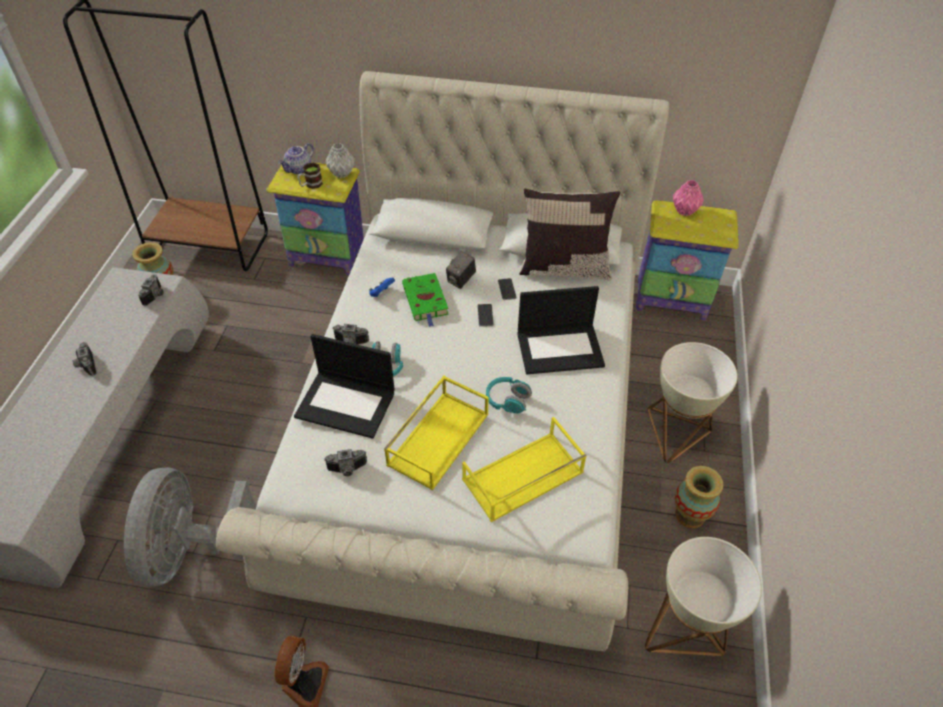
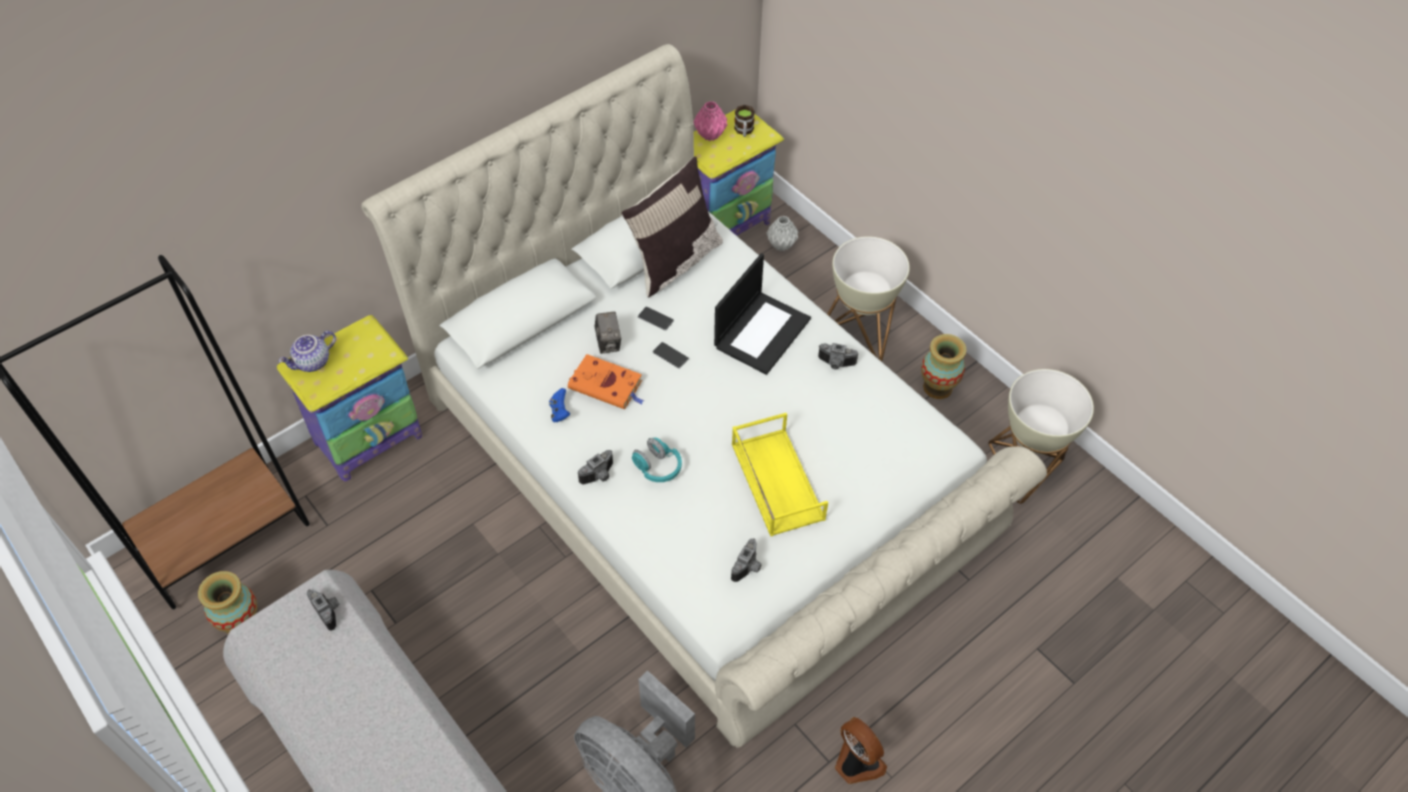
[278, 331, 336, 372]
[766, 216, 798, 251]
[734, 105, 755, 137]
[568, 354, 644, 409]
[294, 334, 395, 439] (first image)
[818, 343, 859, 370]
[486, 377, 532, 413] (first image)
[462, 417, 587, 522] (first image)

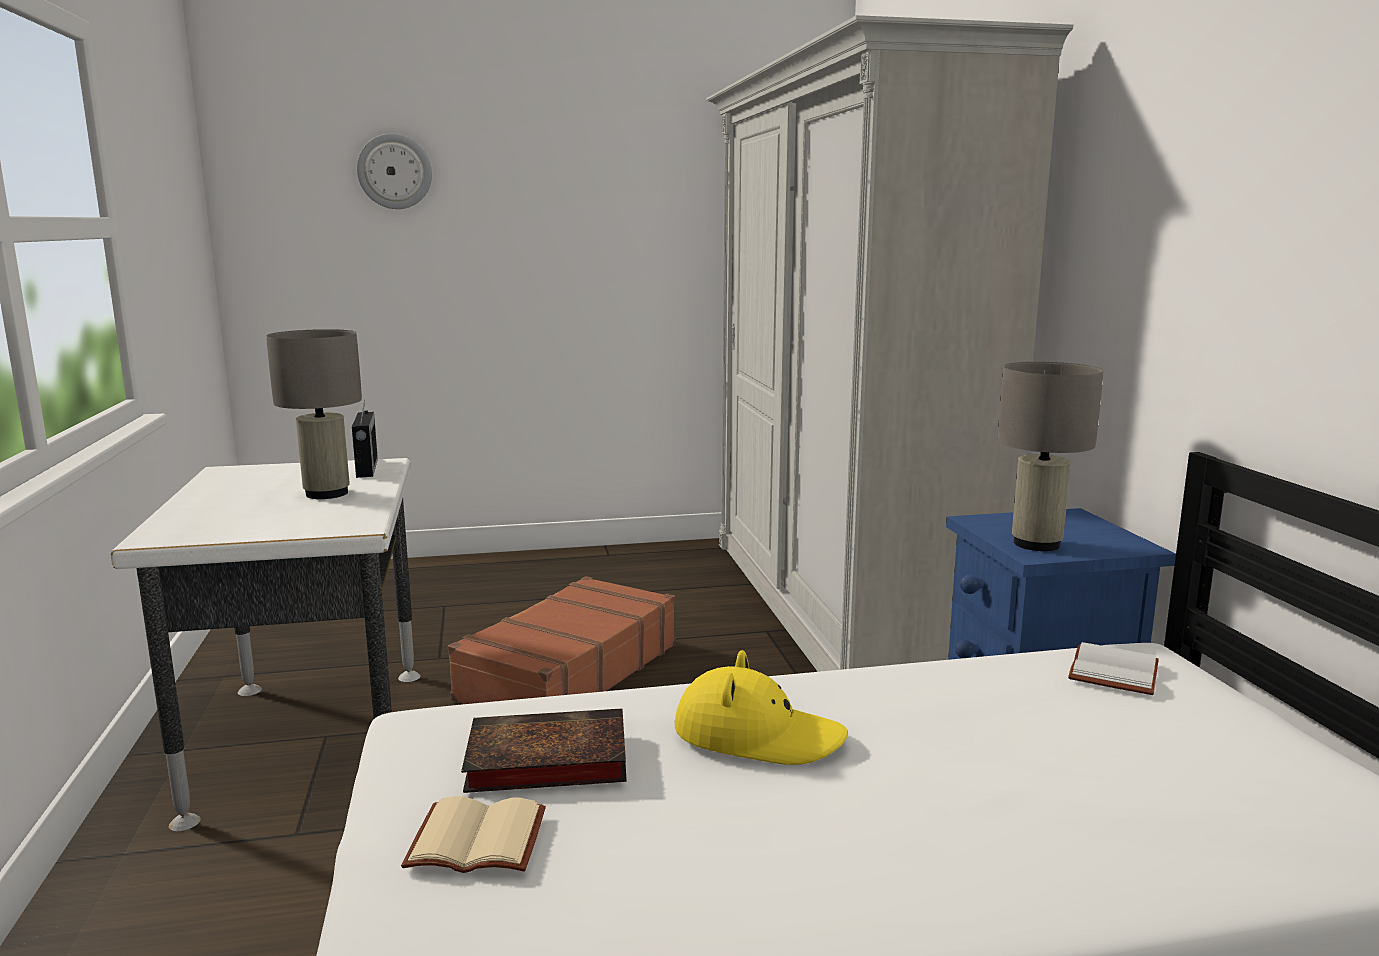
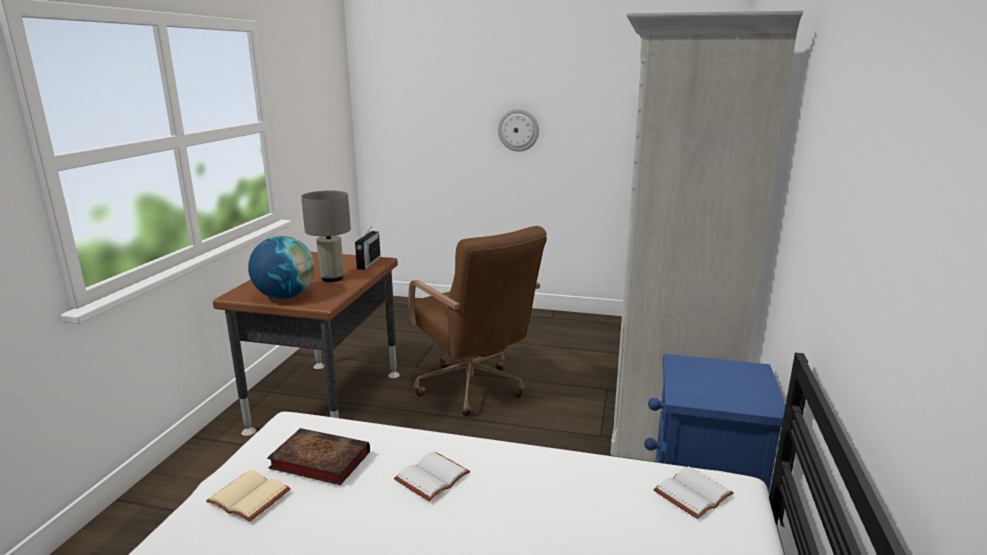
[498, 109, 539, 152]
[998, 362, 1103, 551] (first image)
[213, 252, 400, 436]
[408, 226, 547, 416]
[394, 452, 470, 501]
[248, 236, 315, 299]

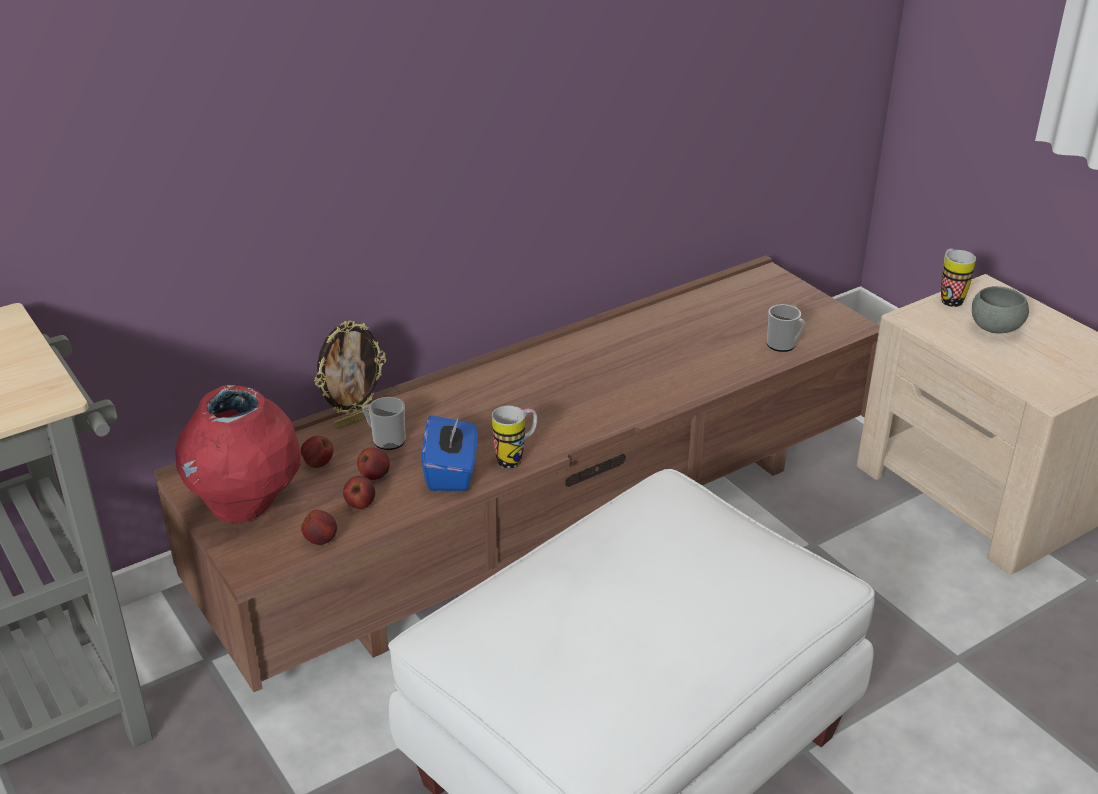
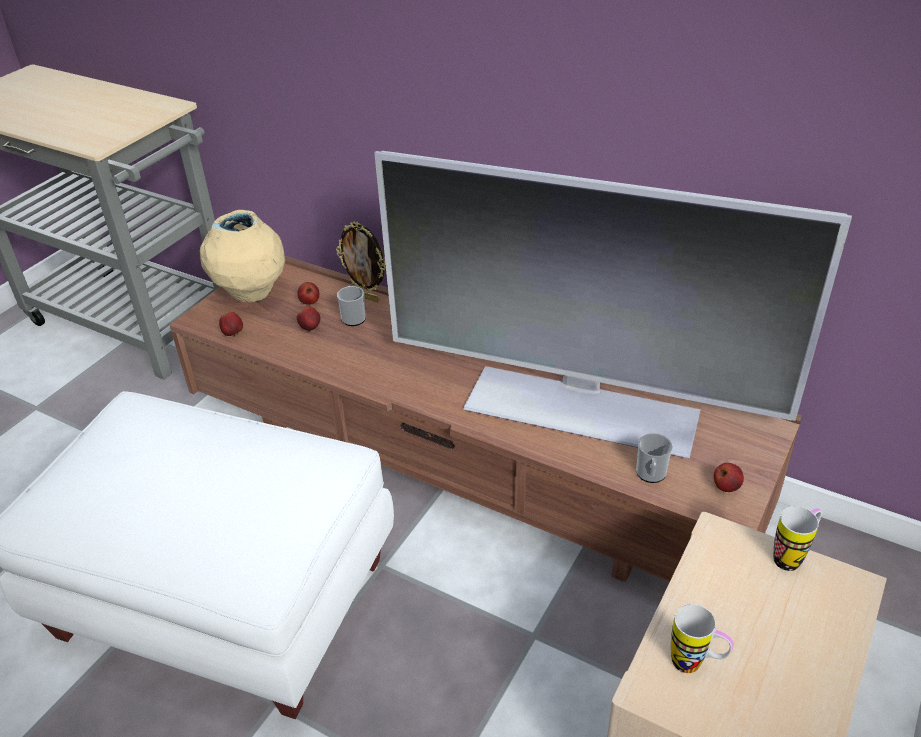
[972, 286, 1029, 333] (first image)
[200, 210, 285, 302]
[671, 604, 733, 673]
[422, 413, 477, 491] (first image)
[714, 463, 744, 492]
[374, 151, 852, 459]

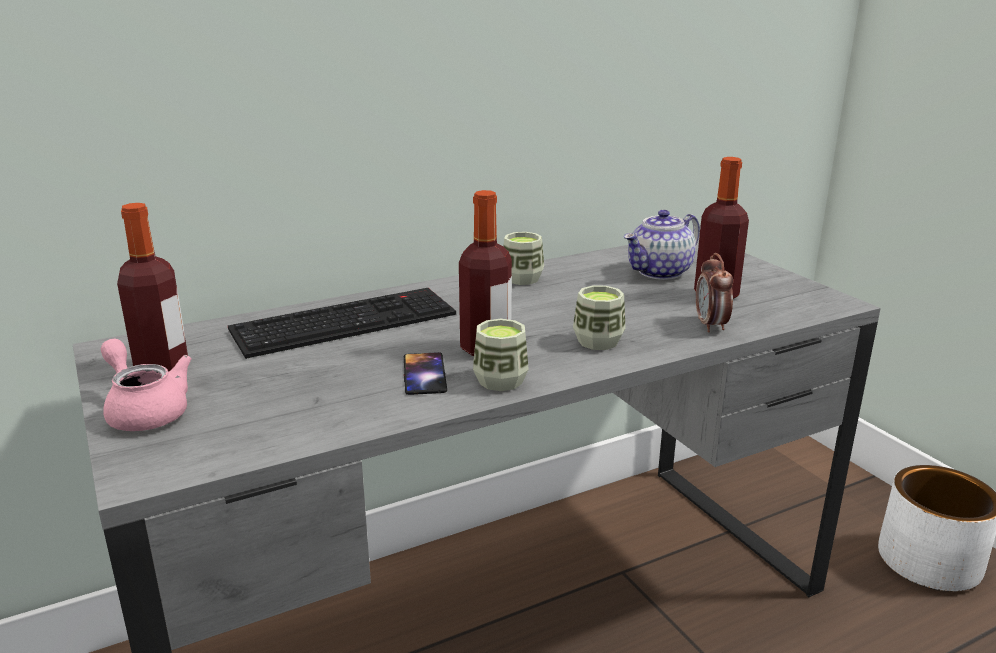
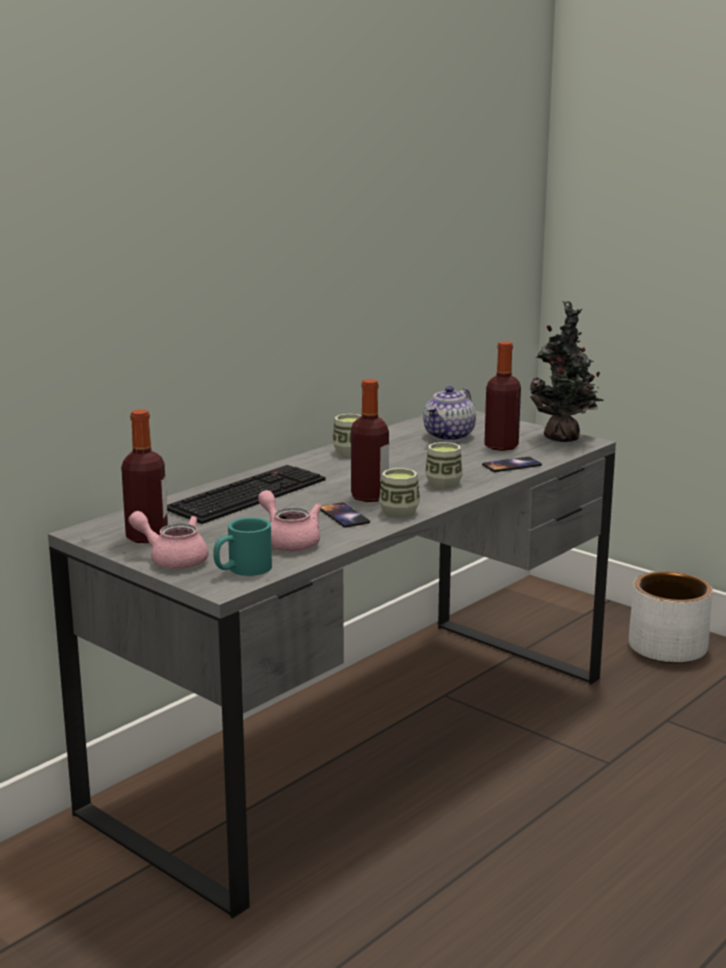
[482, 457, 542, 472]
[529, 300, 603, 442]
[258, 490, 322, 551]
[213, 517, 272, 576]

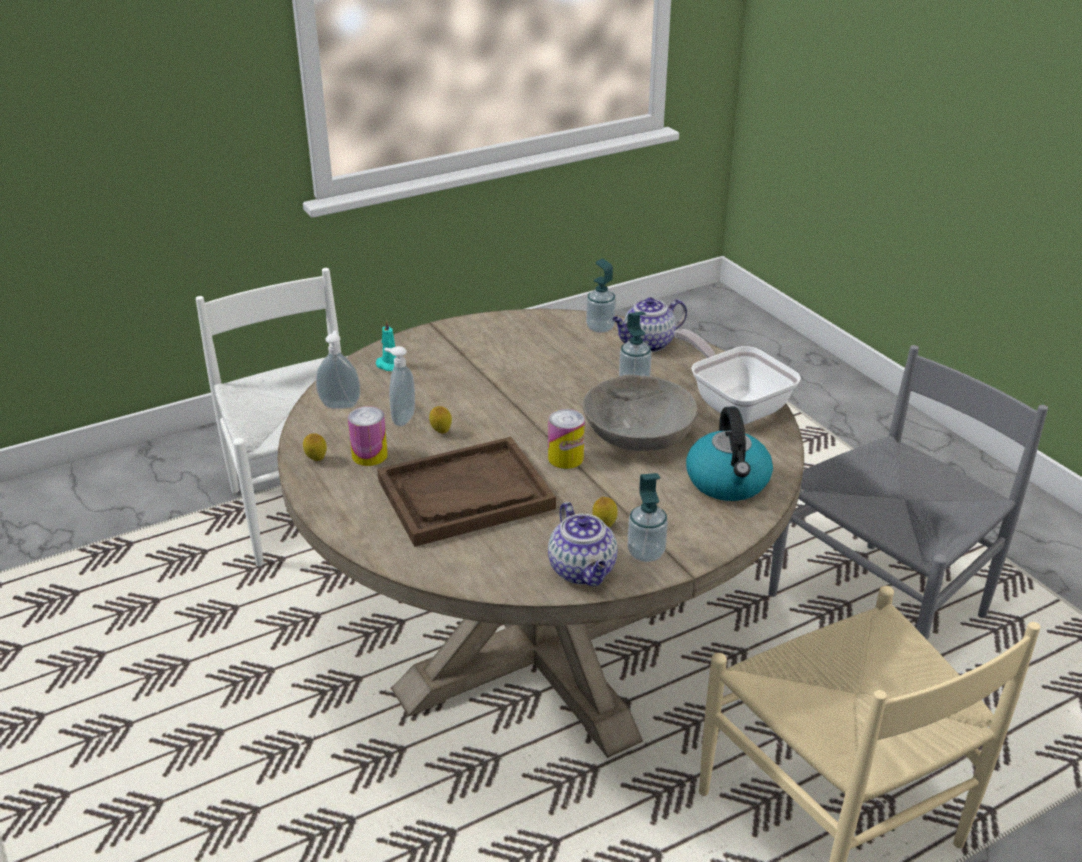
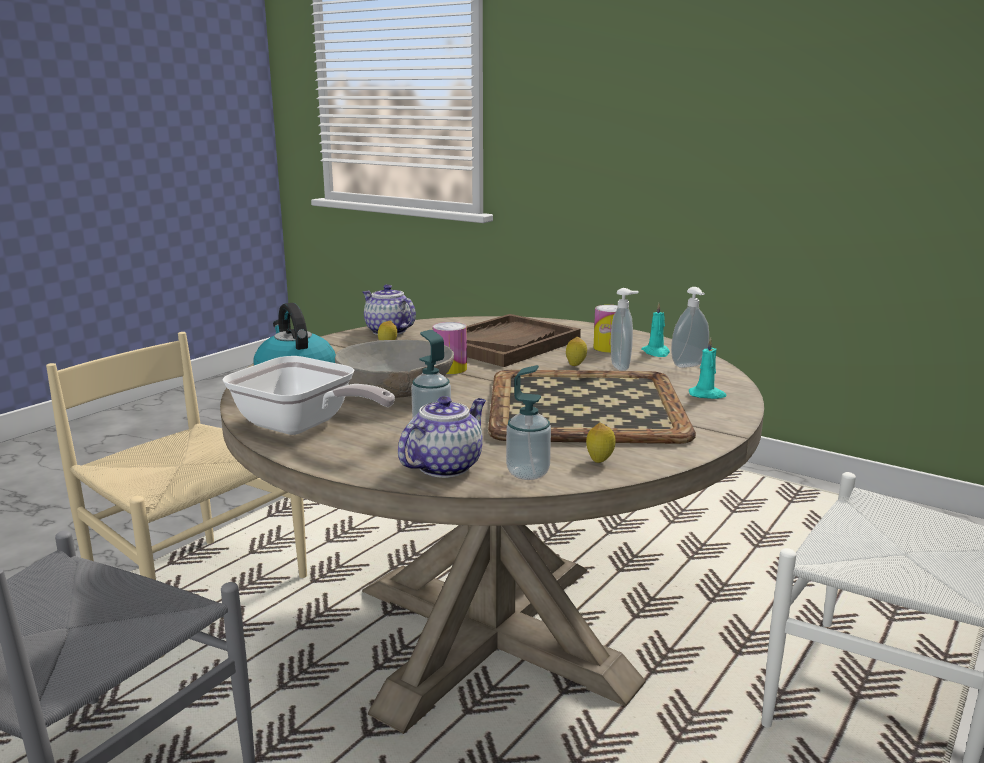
[586, 423, 615, 463]
[628, 473, 668, 562] (first image)
[641, 303, 670, 357]
[488, 370, 696, 444]

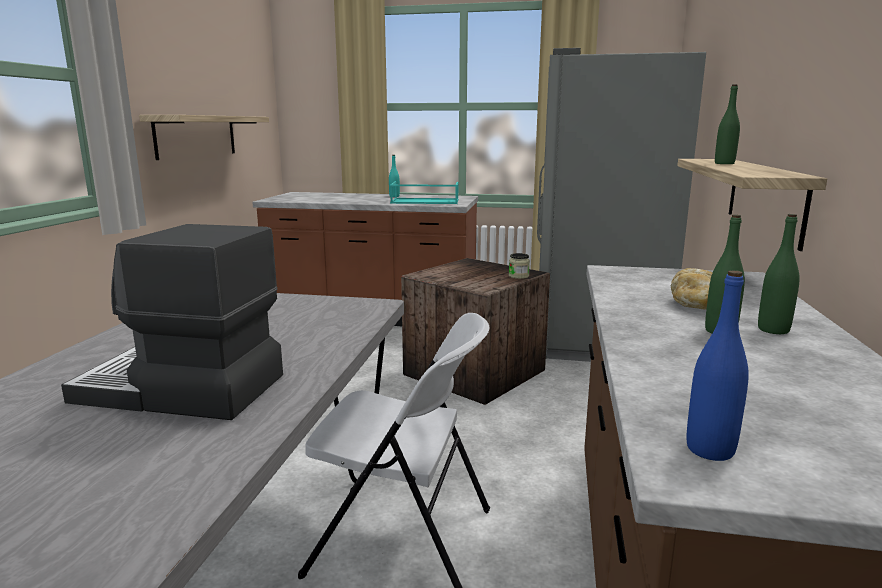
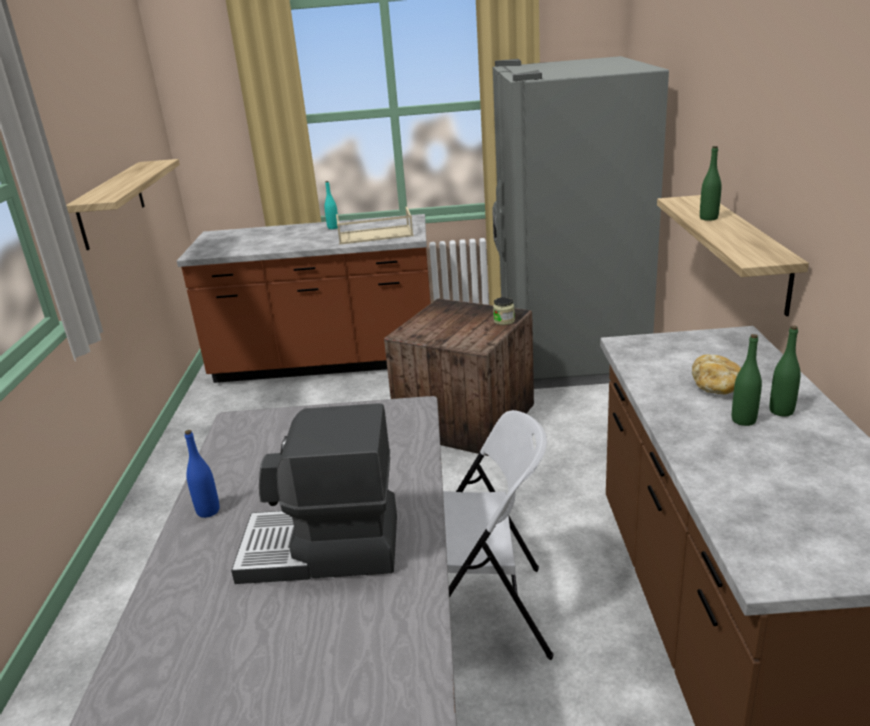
[336, 207, 414, 245]
[185, 430, 220, 518]

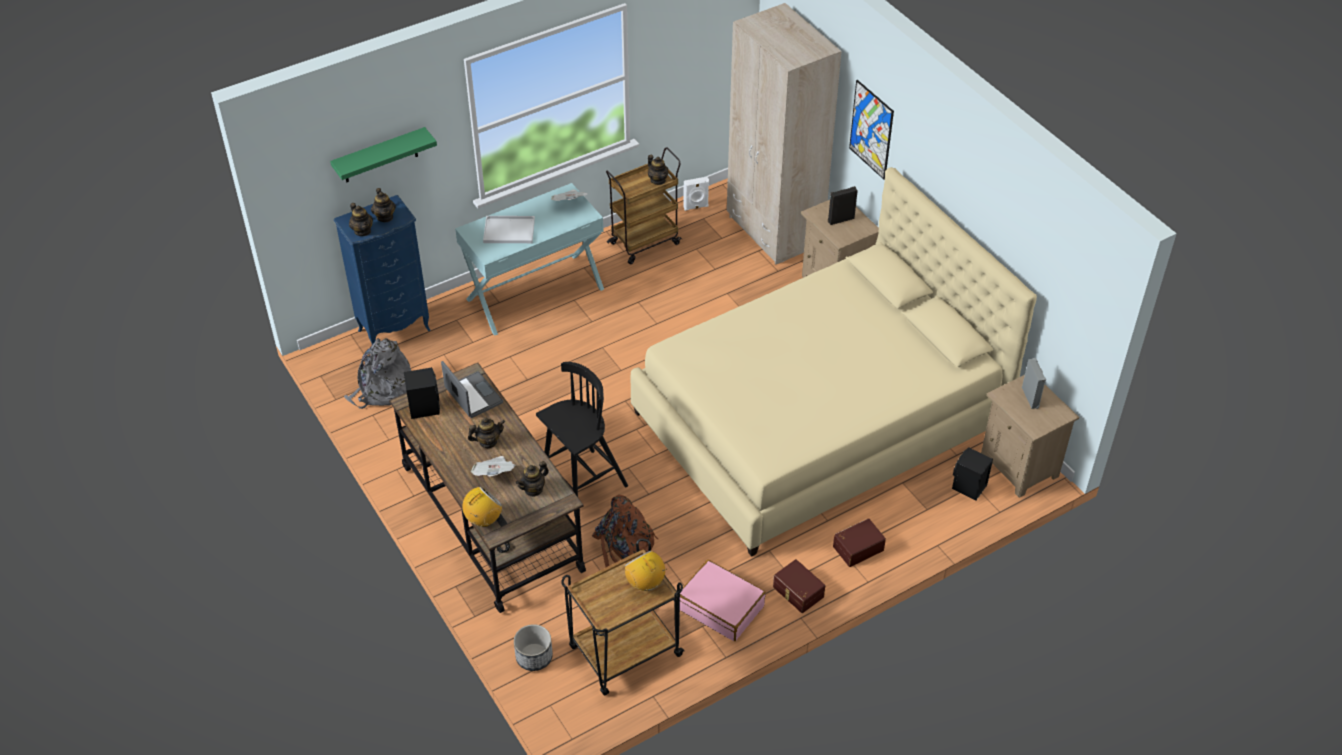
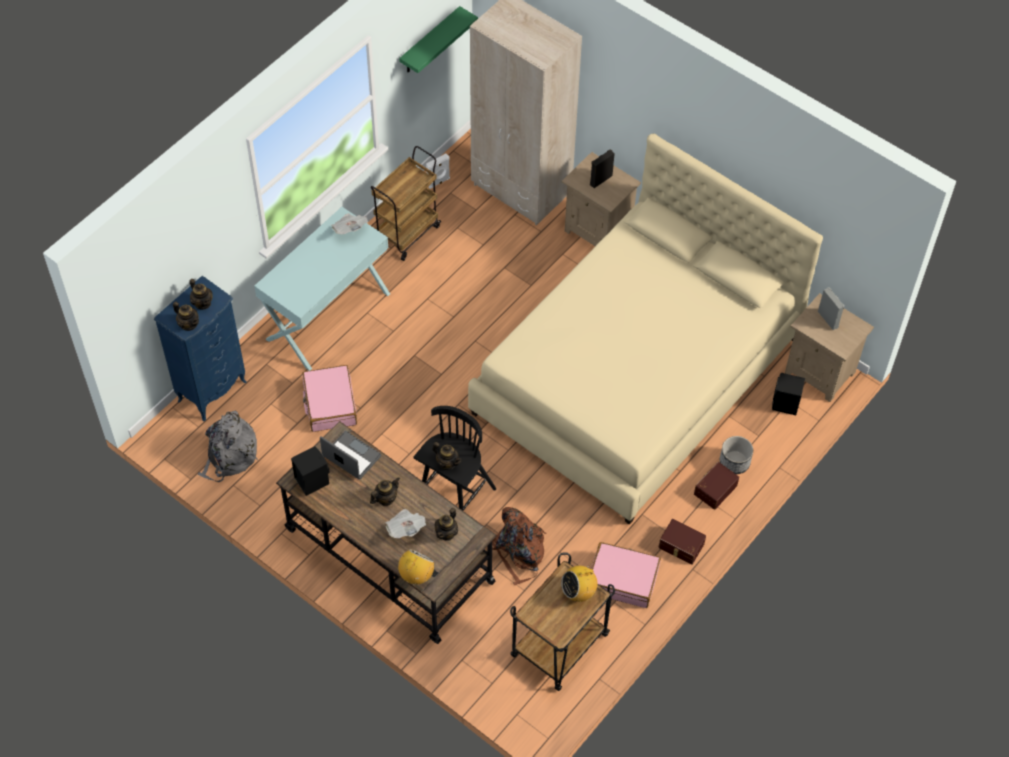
[849, 80, 894, 180] (first image)
[399, 6, 478, 73]
[432, 442, 462, 470]
[483, 216, 535, 243] (first image)
[561, 566, 597, 602]
[720, 436, 753, 474]
[302, 365, 357, 432]

